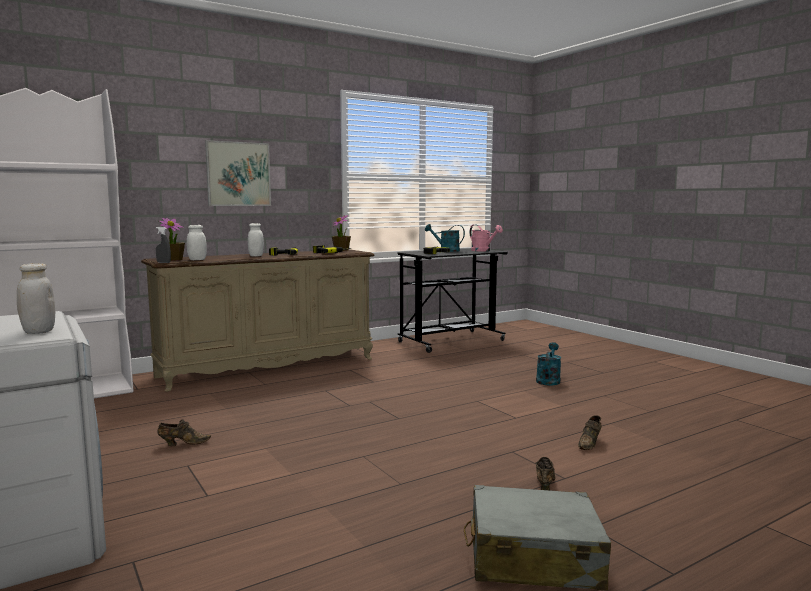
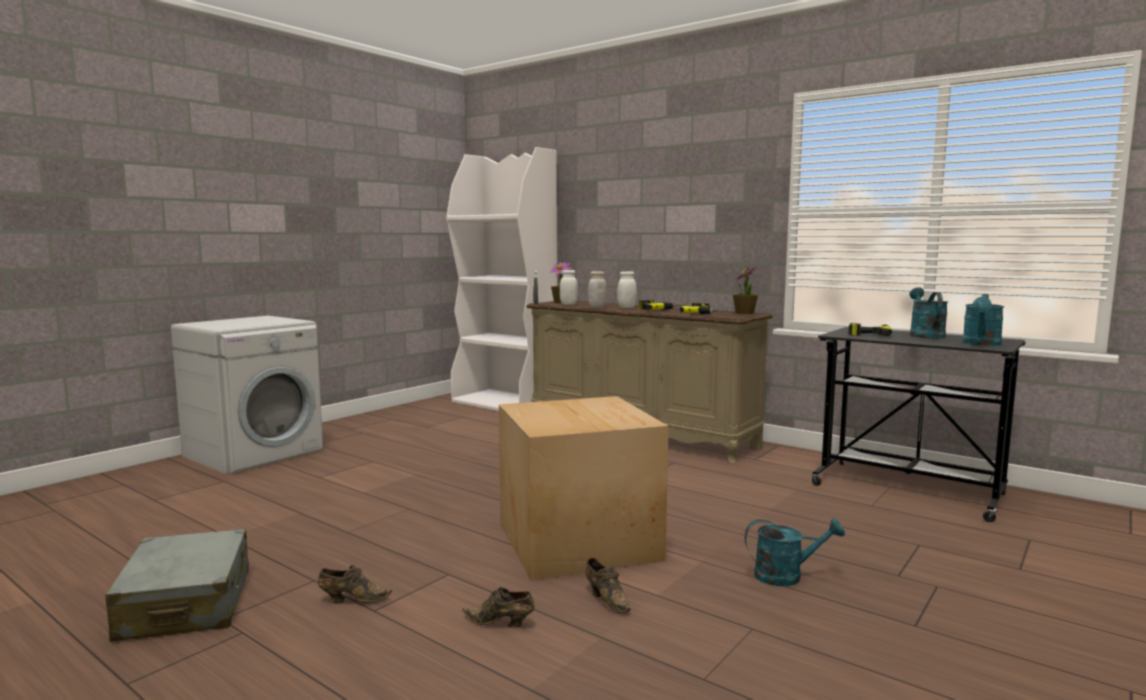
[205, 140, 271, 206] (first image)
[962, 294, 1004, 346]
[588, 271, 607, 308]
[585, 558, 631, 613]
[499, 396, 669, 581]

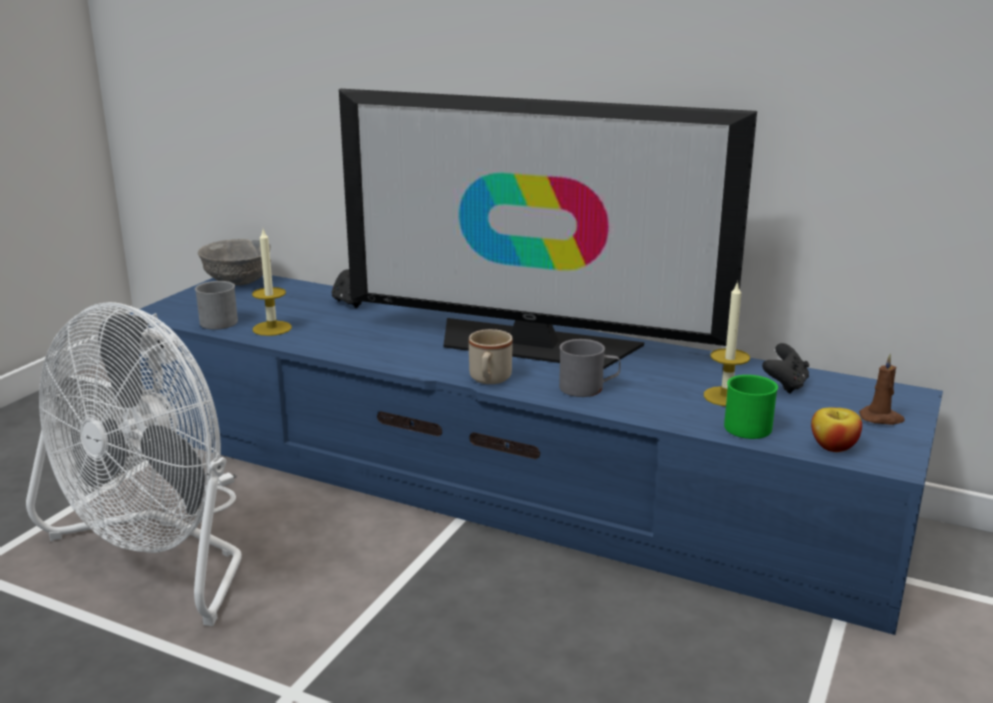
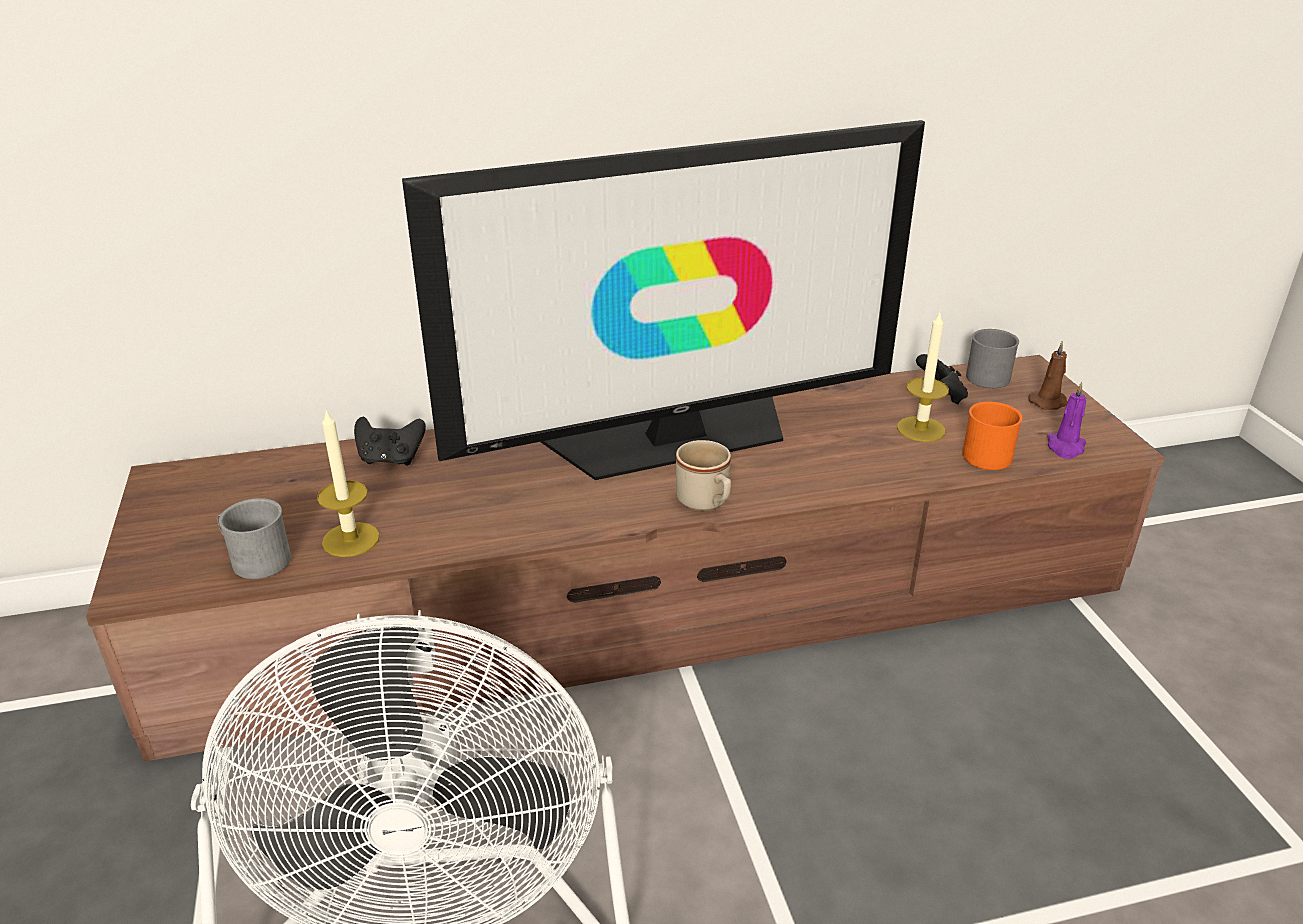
[198, 239, 271, 285] (first image)
[86, 355, 1165, 762]
[966, 329, 1019, 388]
[962, 402, 1023, 470]
[1047, 382, 1086, 459]

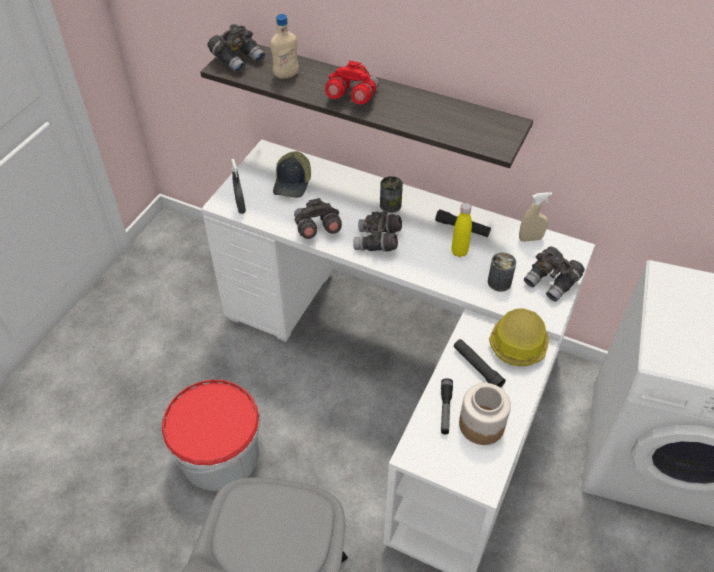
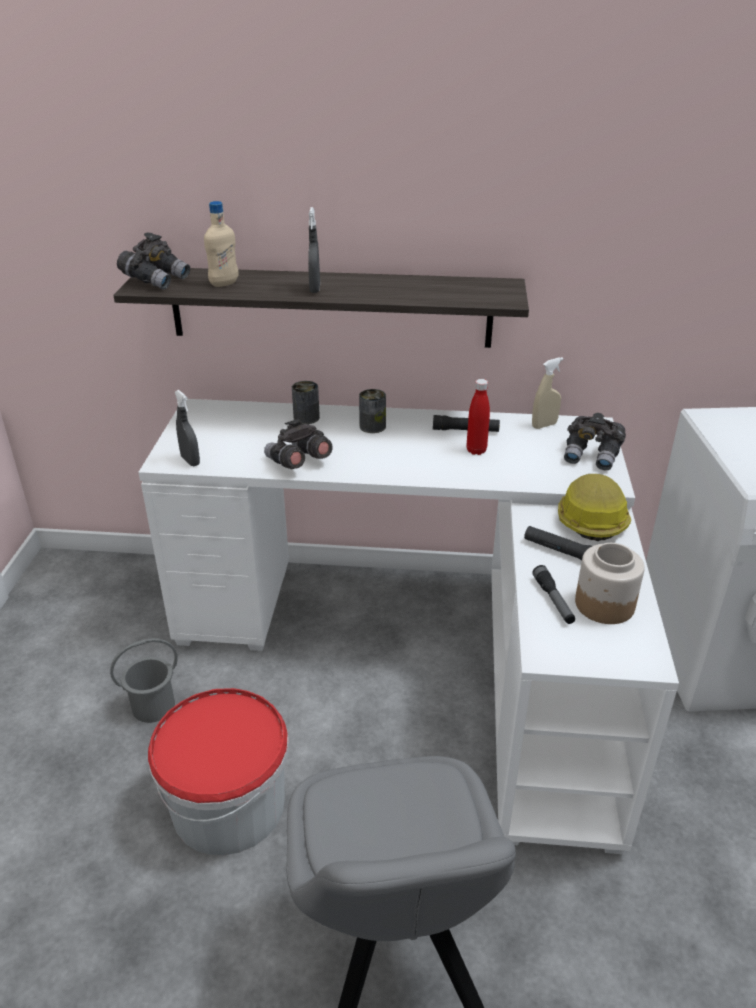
[308, 207, 320, 293]
[273, 151, 311, 198] (first image)
[467, 379, 490, 455]
[353, 211, 402, 252] (first image)
[292, 381, 320, 424]
[110, 638, 178, 723]

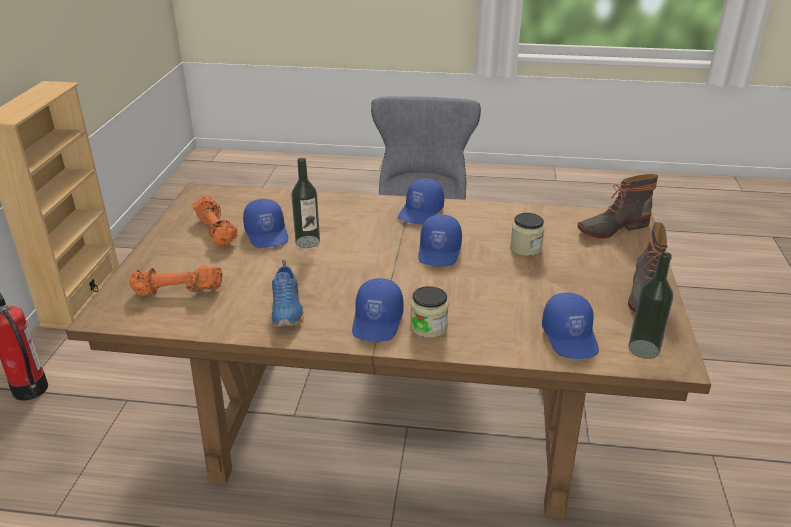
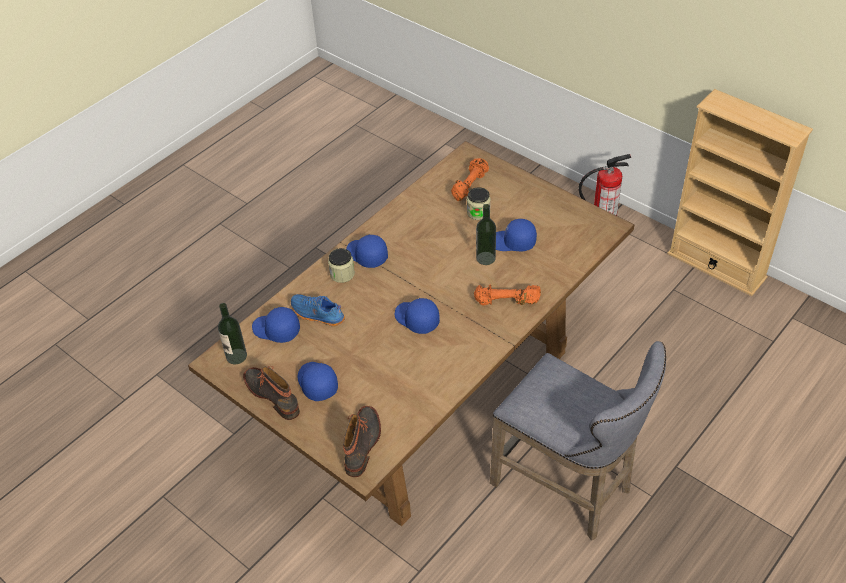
[297, 362, 338, 401]
[474, 285, 541, 305]
[467, 187, 490, 220]
[291, 294, 345, 327]

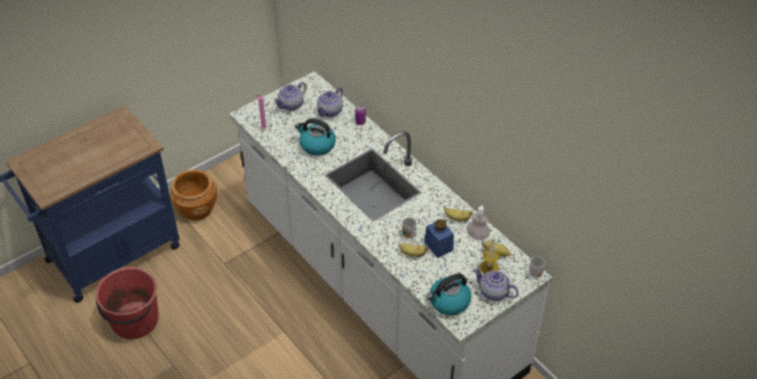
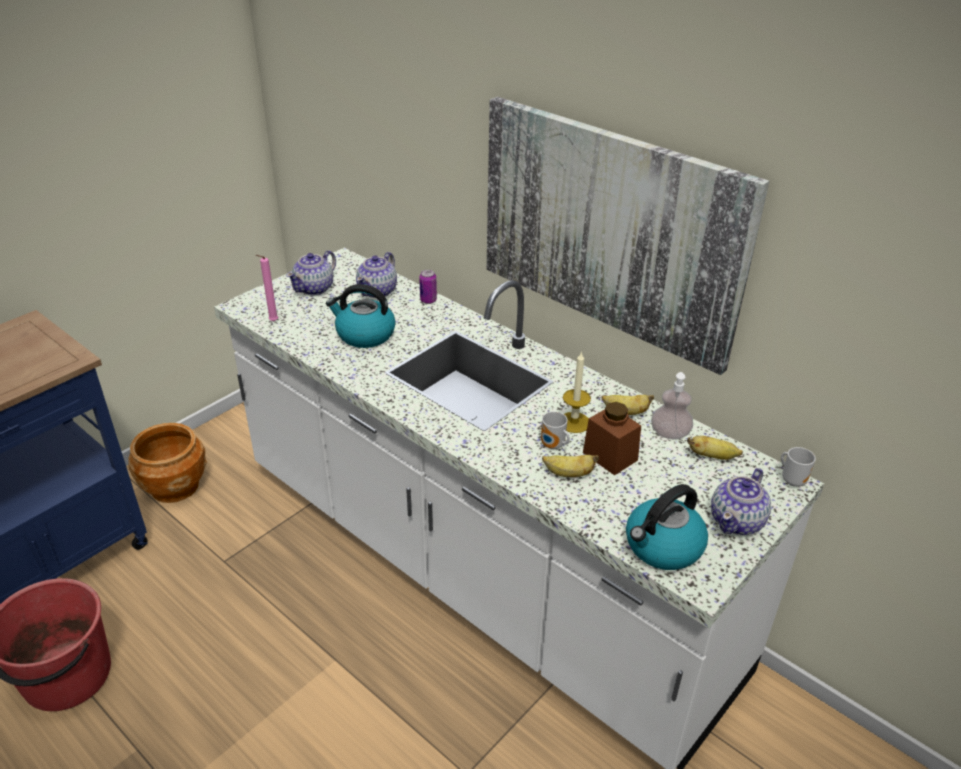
[583, 402, 641, 475]
[563, 351, 591, 433]
[711, 468, 771, 535]
[487, 97, 769, 375]

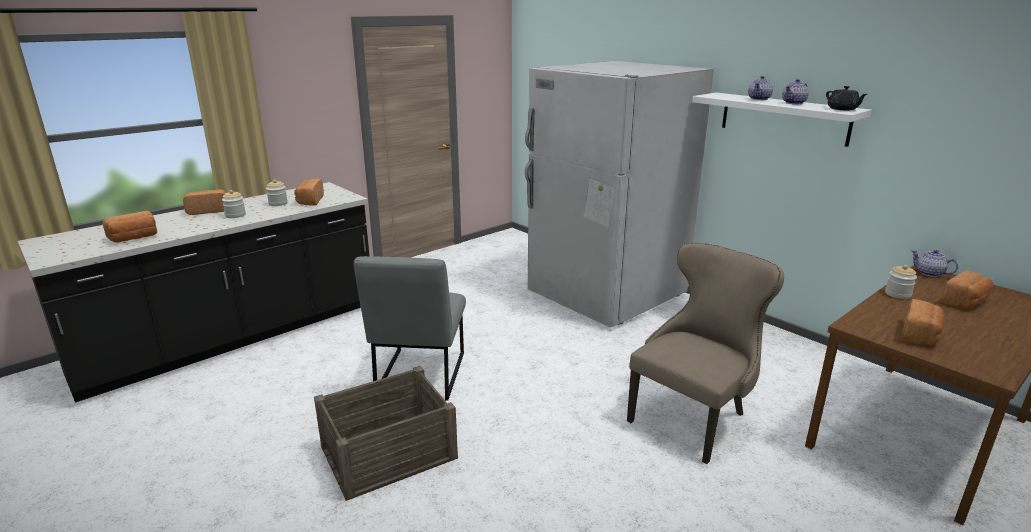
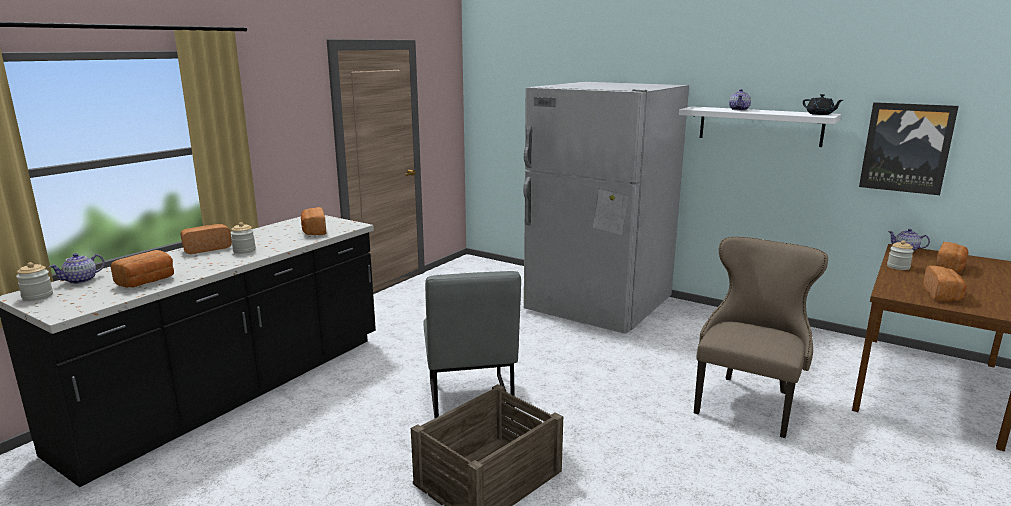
[49, 253, 105, 284]
[16, 262, 53, 301]
[859, 102, 959, 195]

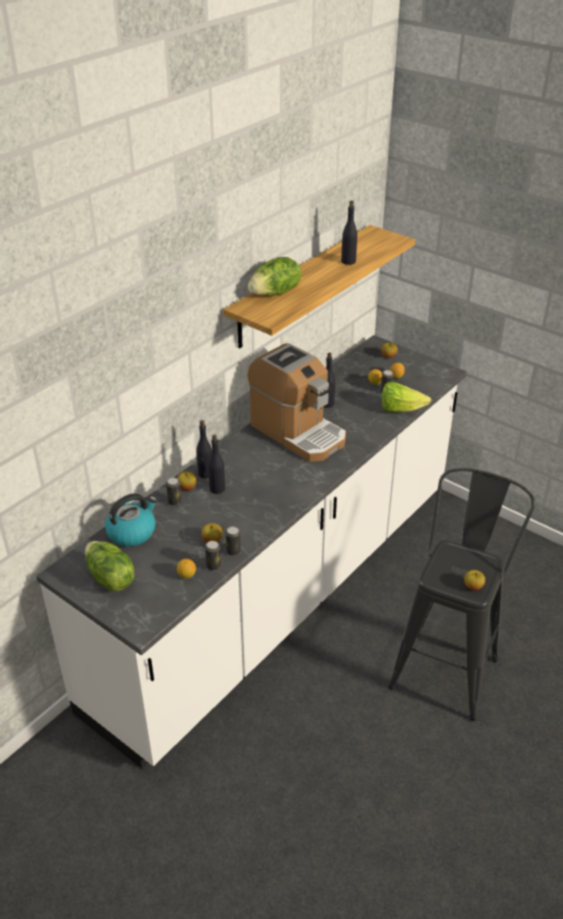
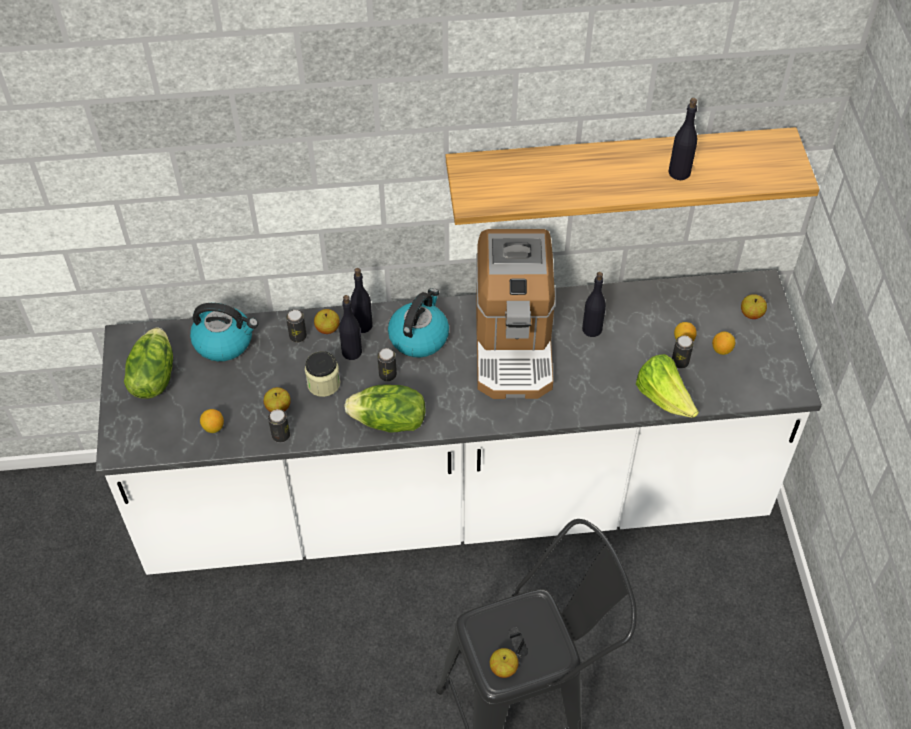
[344, 385, 426, 433]
[377, 348, 397, 381]
[388, 288, 449, 357]
[305, 351, 340, 397]

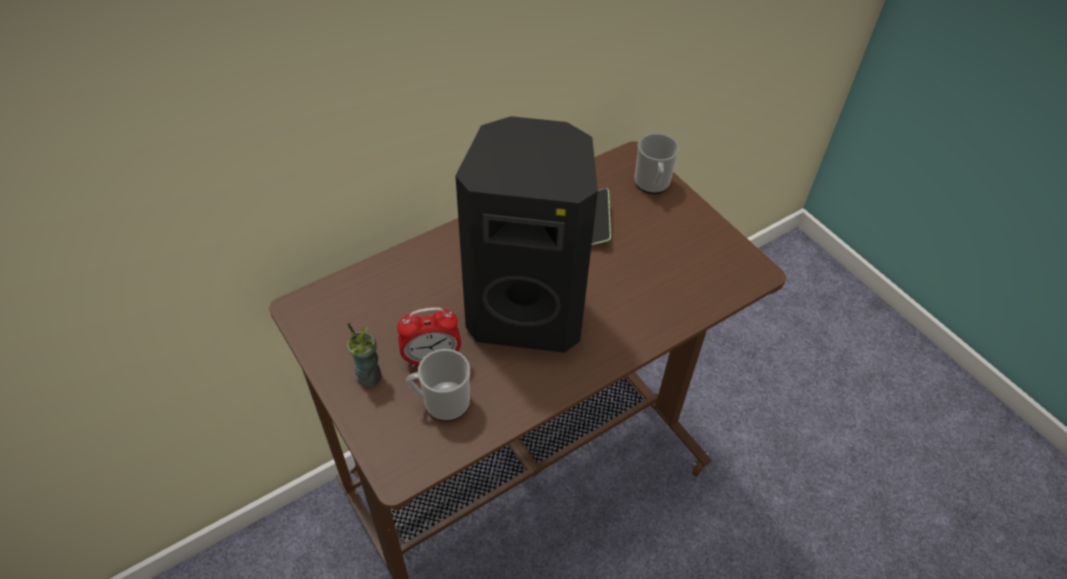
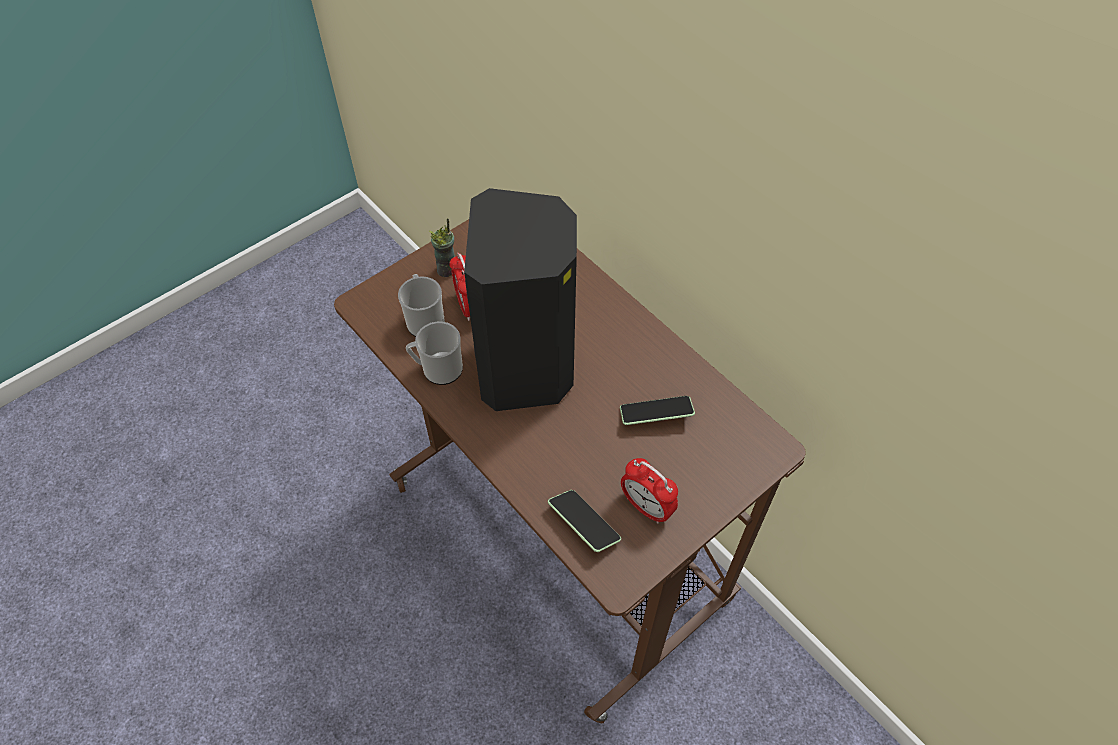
[406, 322, 463, 385]
[621, 458, 678, 523]
[548, 490, 621, 552]

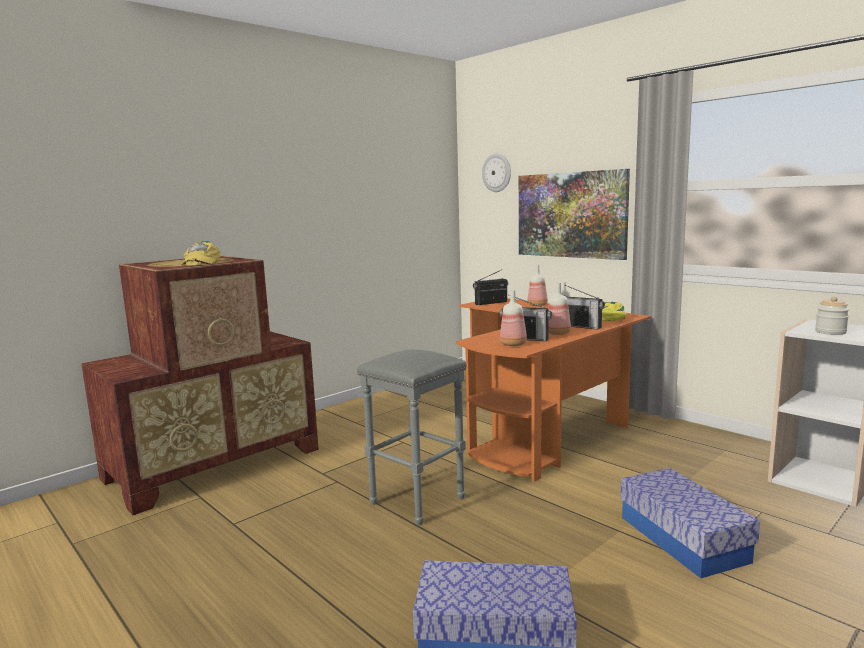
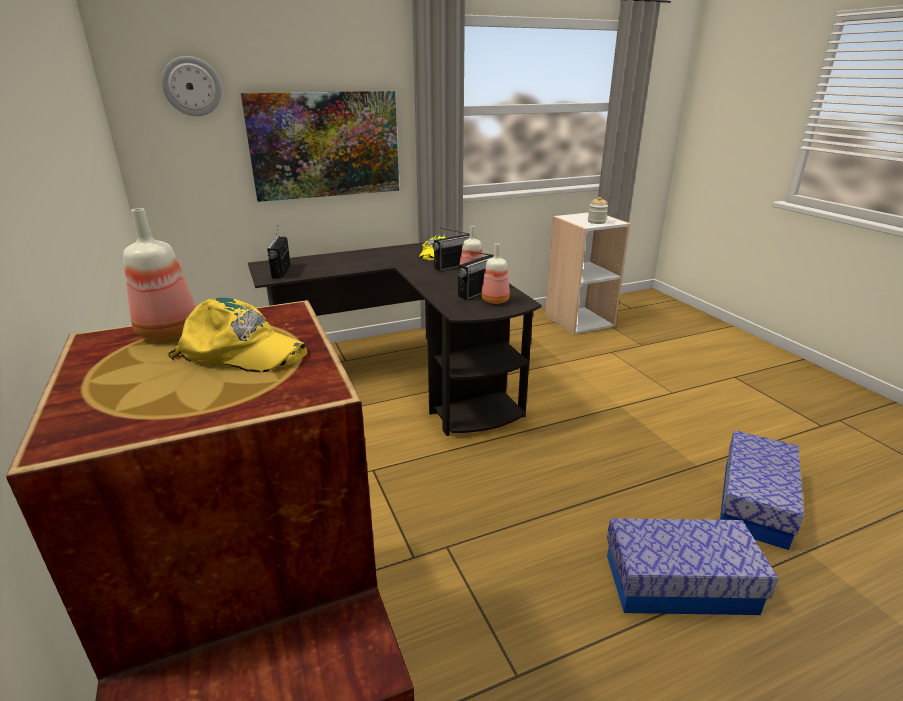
[123, 208, 196, 340]
[248, 242, 542, 436]
[357, 349, 466, 525] (first image)
[607, 518, 779, 615]

